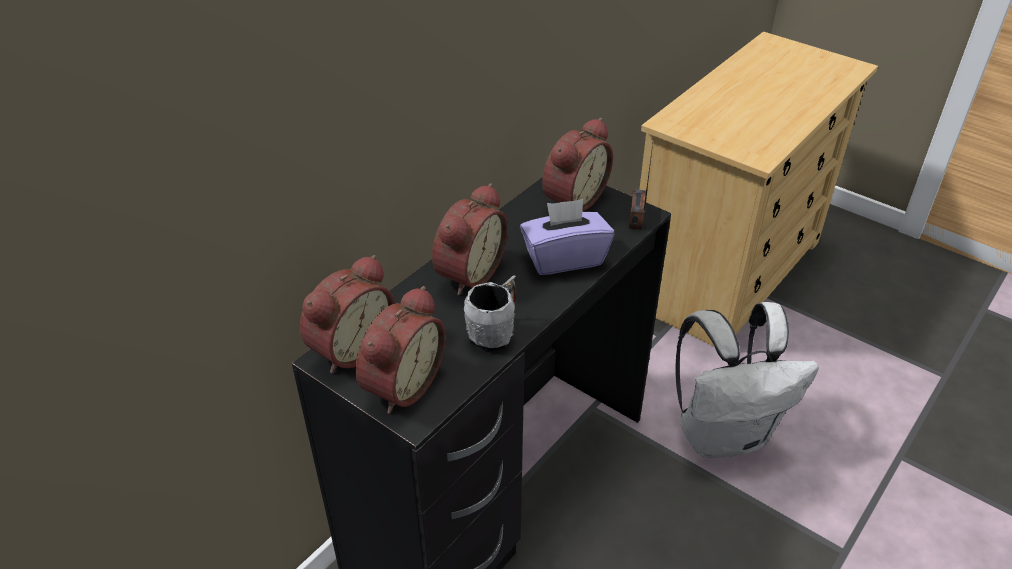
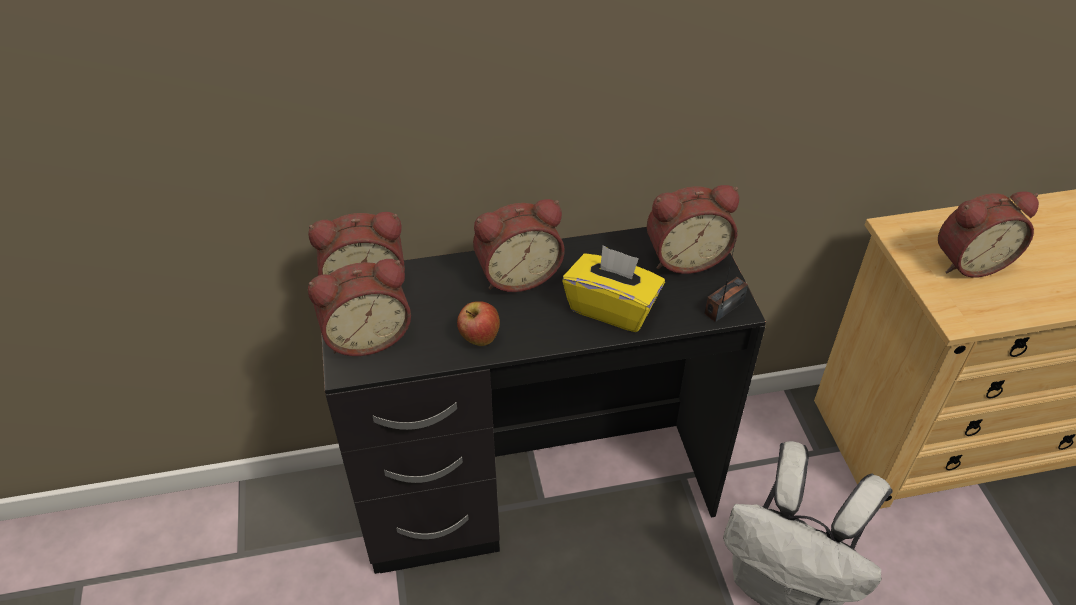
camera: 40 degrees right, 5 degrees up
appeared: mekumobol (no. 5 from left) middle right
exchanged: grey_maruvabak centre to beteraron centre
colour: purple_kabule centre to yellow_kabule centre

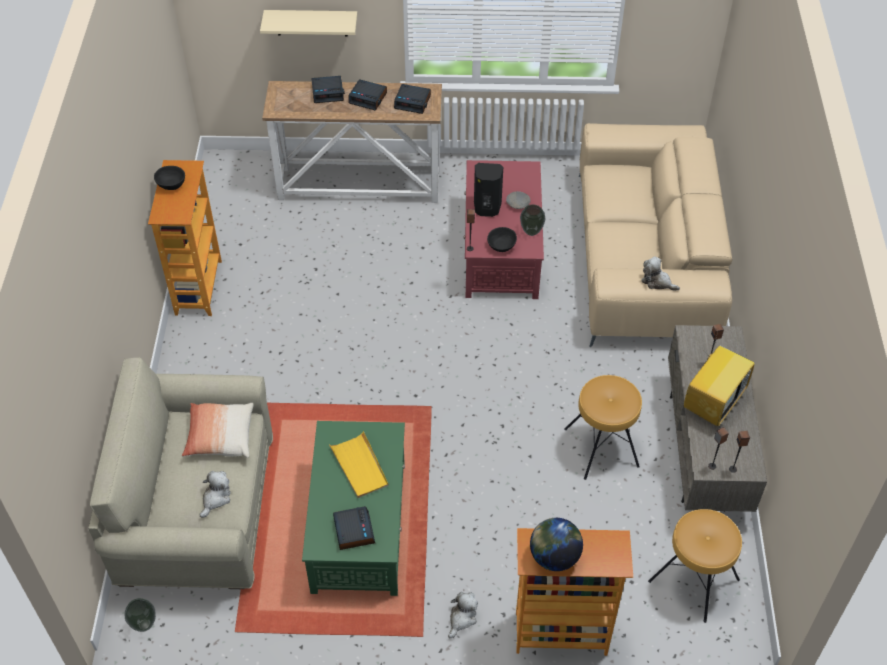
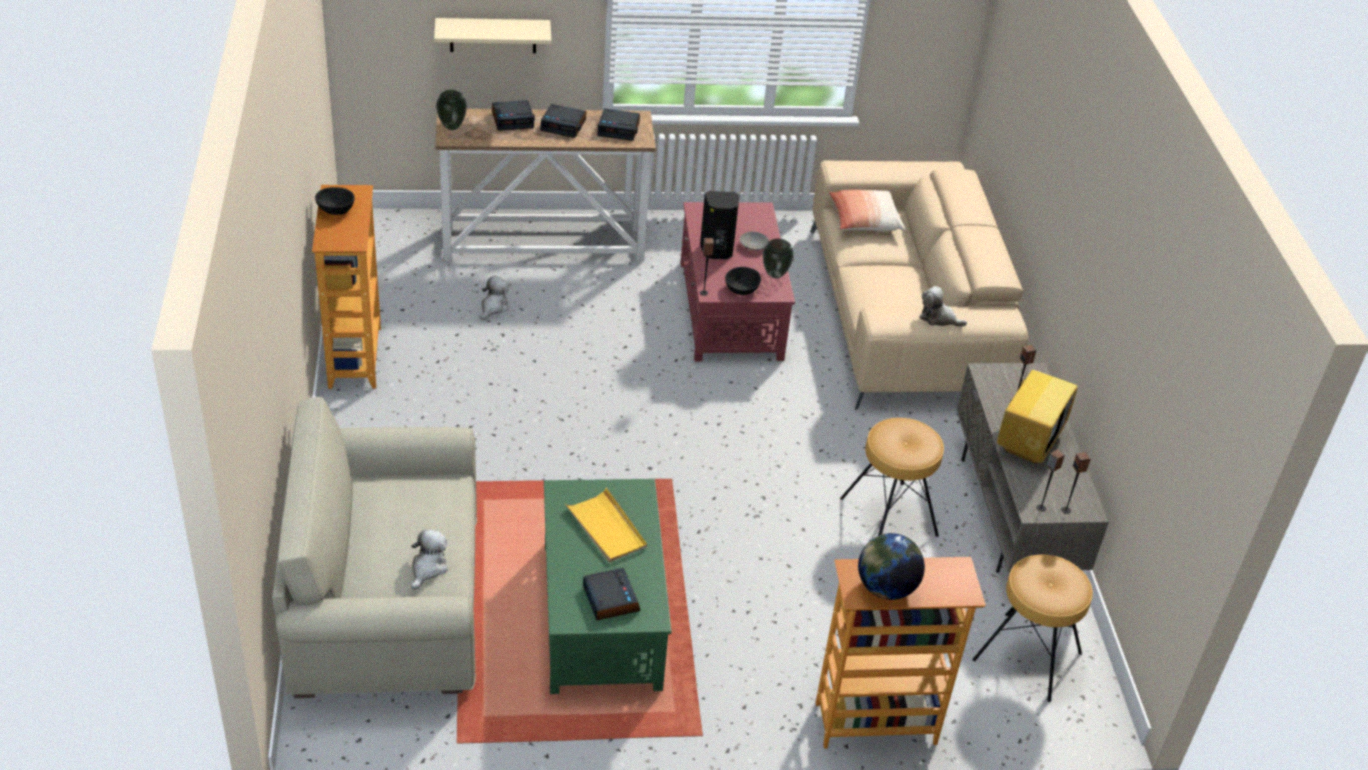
camera: 10 degrees left, 10 degrees down
relocated: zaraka (no. 1 from left) bottom left to top left; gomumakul middle left to top centre; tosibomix (no. 2 from left) bottom centre to centre

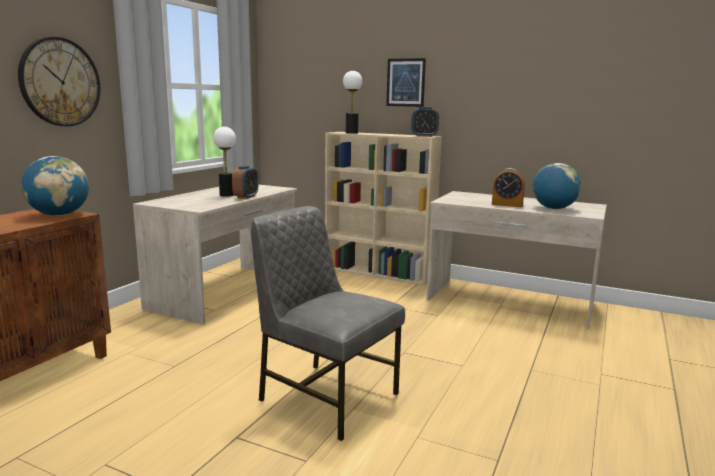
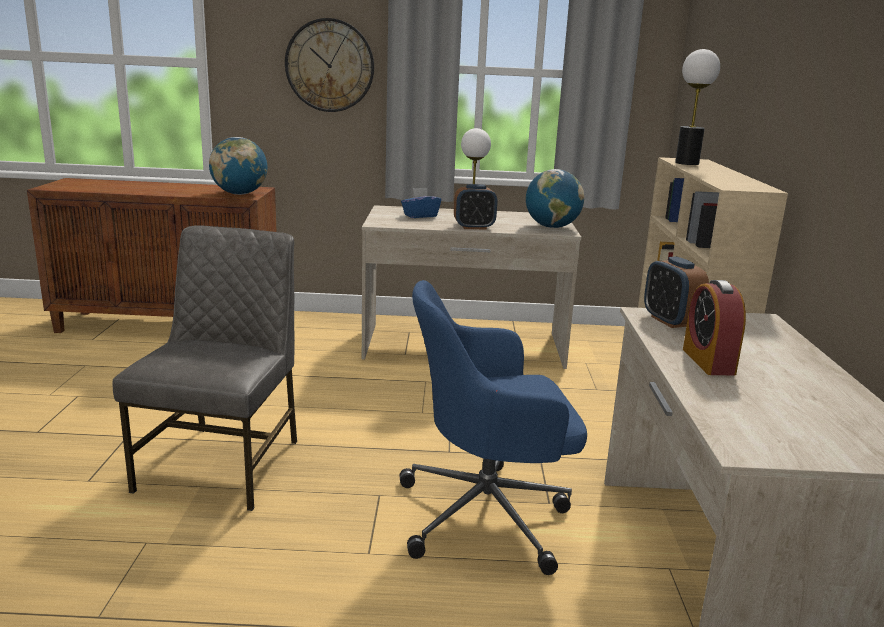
camera: 65 degrees right, 5 degrees up
missing: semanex top centre
appeared: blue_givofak bottom centre; blue_kabule top centre
relocated: mekumobol (no. 2 from left) top centre to middle right; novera (no. 2 from left) middle right to top centre

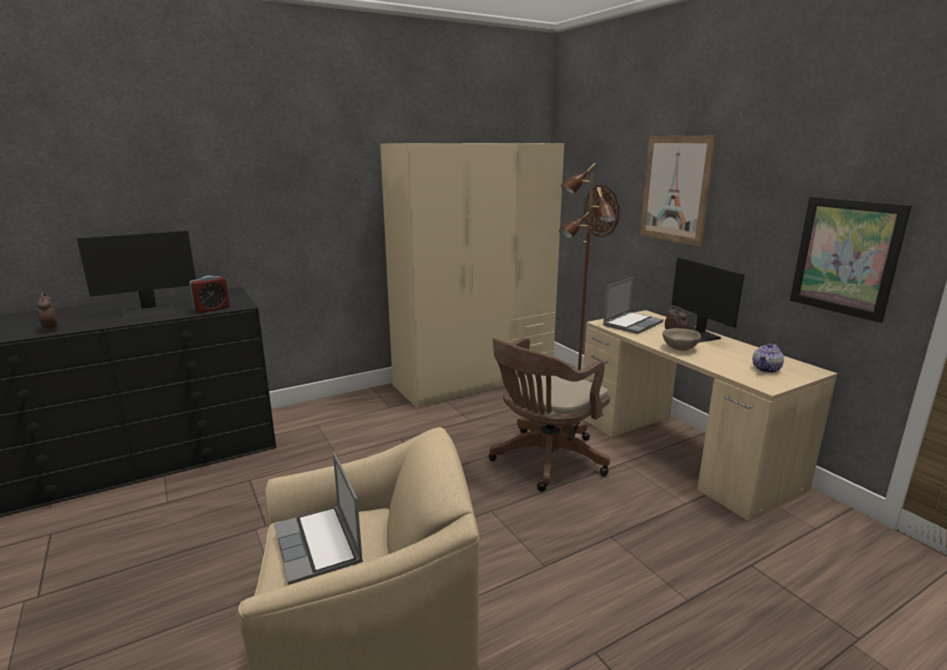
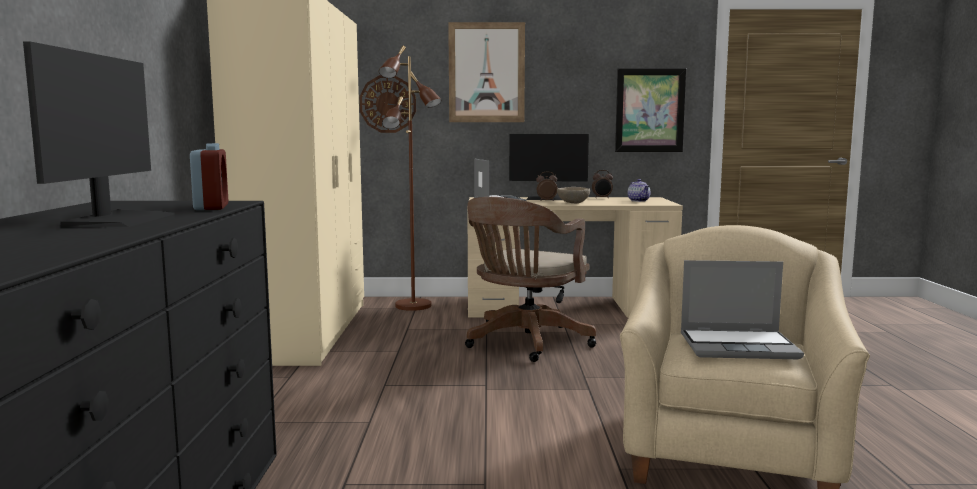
camera: 60 degrees left, 10 degrees down
relocated: mekumobol (no. 1 from left in the first image) middle left to mekumobol (no. 3 from left) centre
spun: brown_givofak centre = centre 45 degrees clockwise

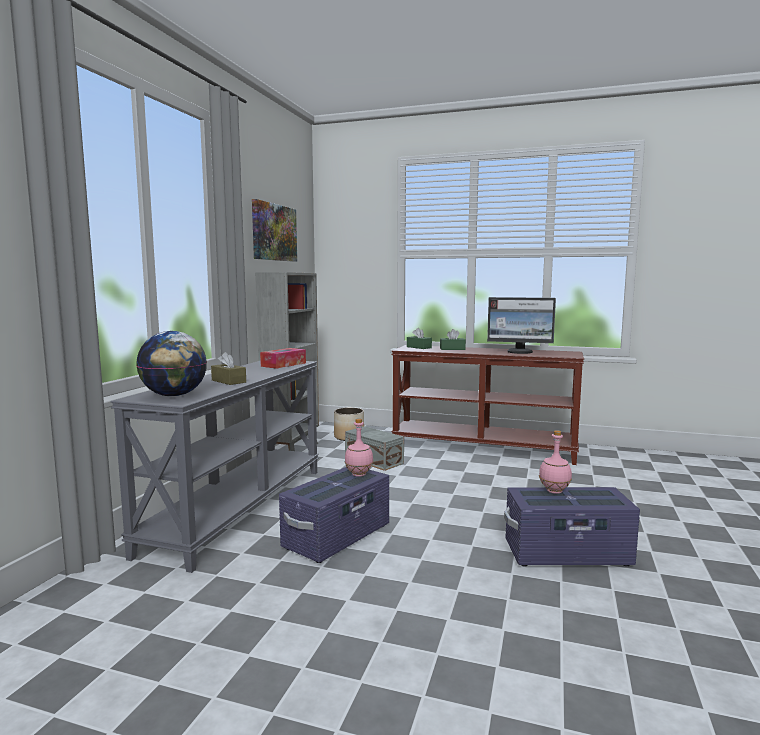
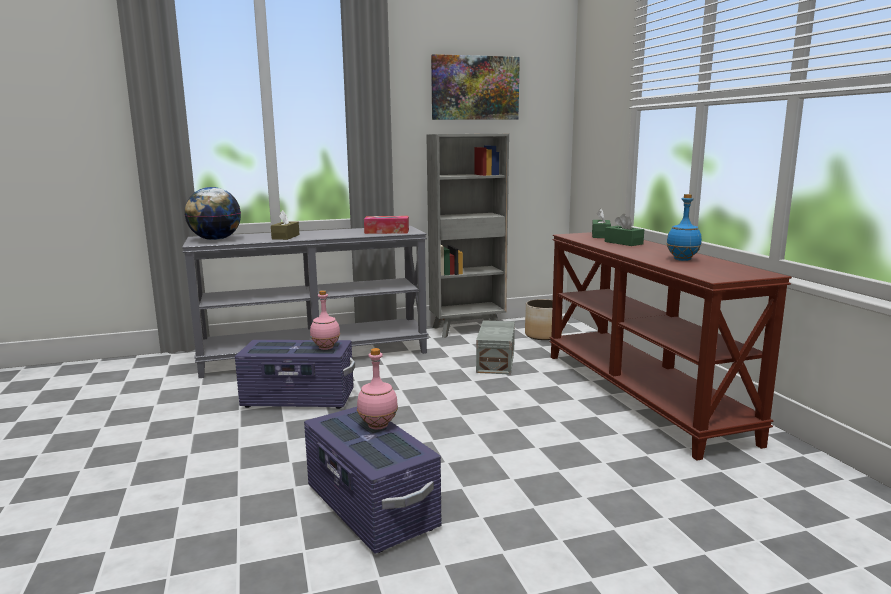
camera: 55 degrees right, 5 degrees up
exchanged: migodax middle right to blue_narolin middle right

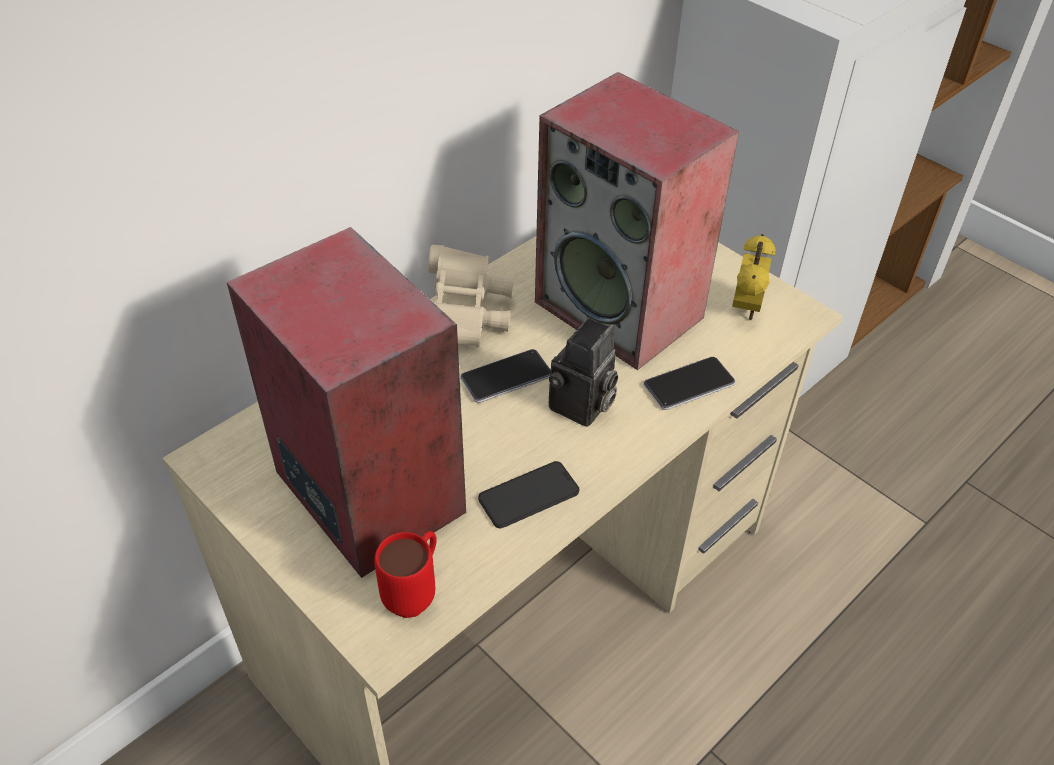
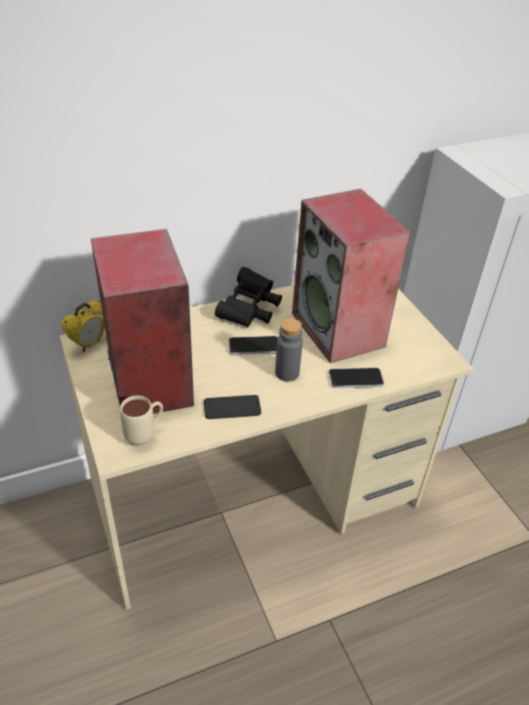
camera: 20 degrees right, 5 degrees down
relocated: mekumobol middle right to middle left
exchanged: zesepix centre to grey_narolin centre
colour: red_maruvabak bottom centre to beige_maruvabak middle left; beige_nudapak centre to black_nudapak centre

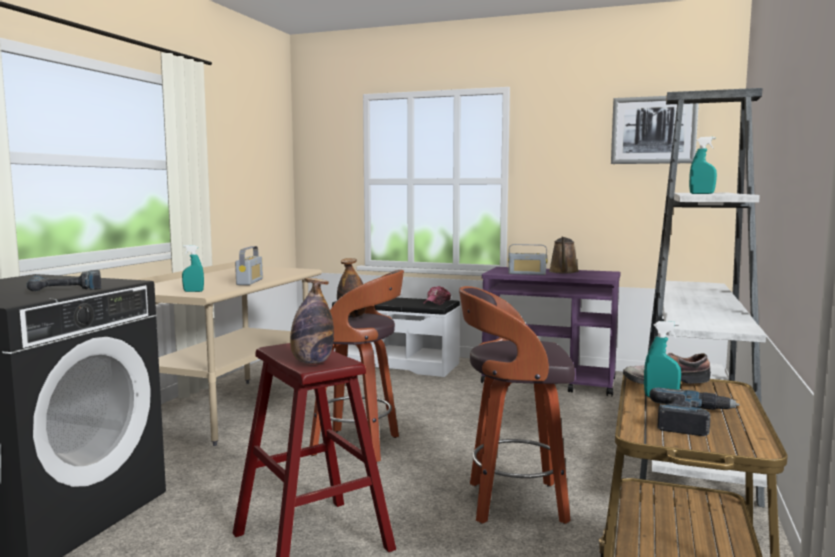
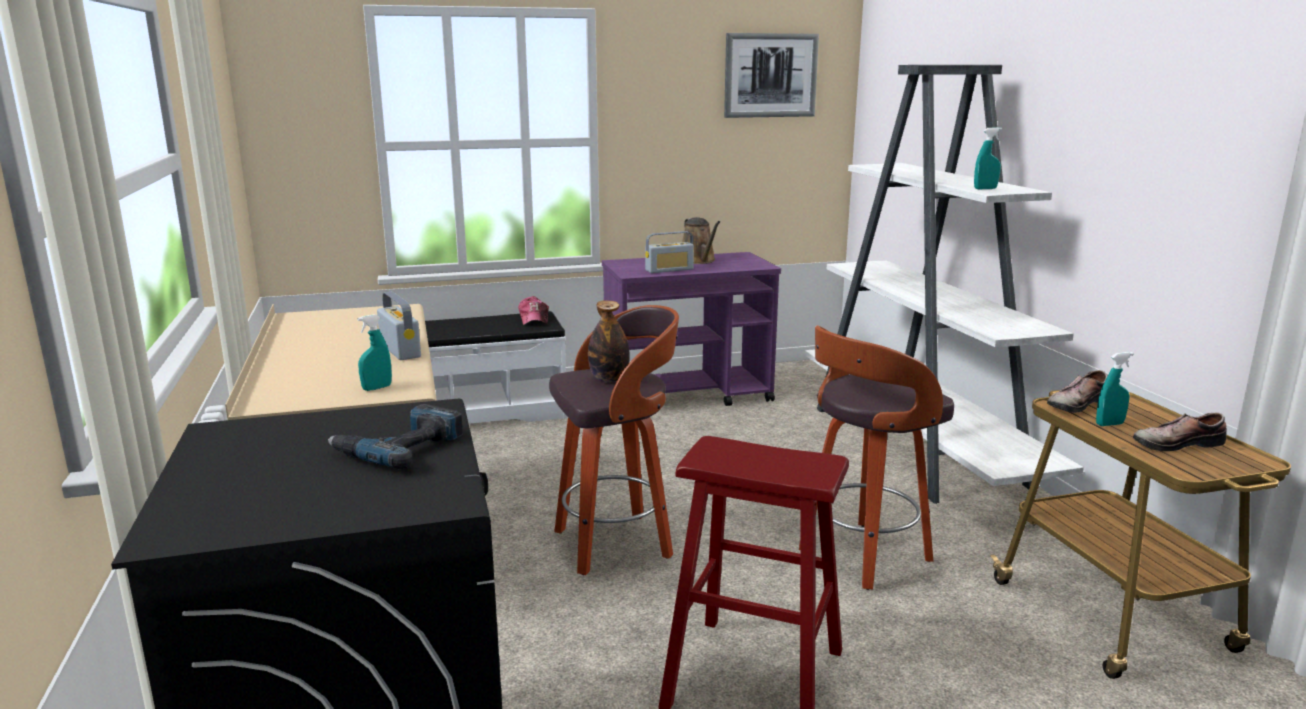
camera: 35 degrees left, 10 degrees up
missing: narolin (no. 1 from left) centre
exchanged: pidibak (no. 2 from left) bottom right to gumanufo (no. 2 from left) middle right

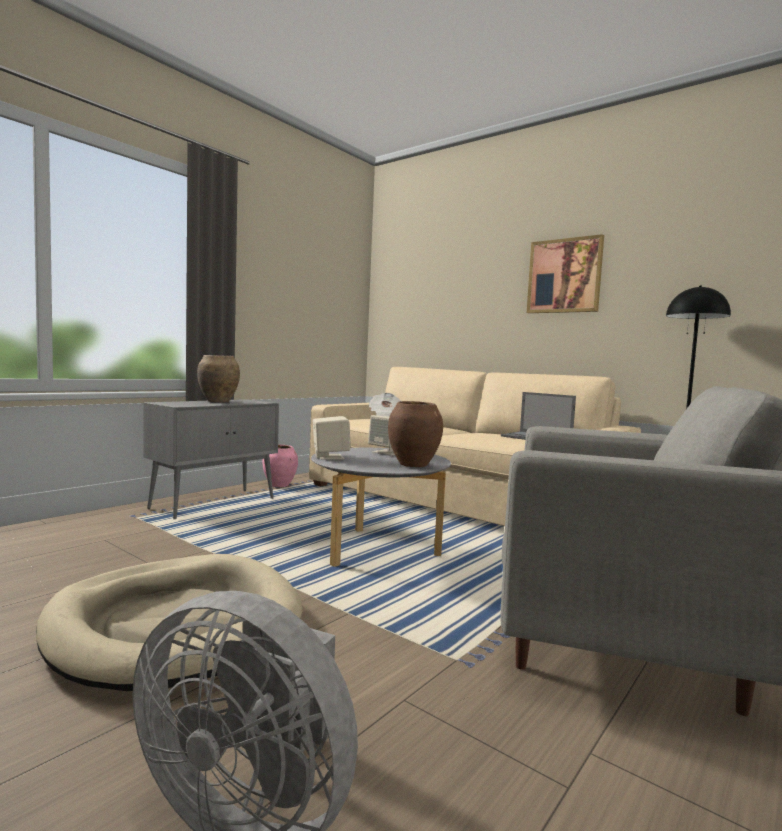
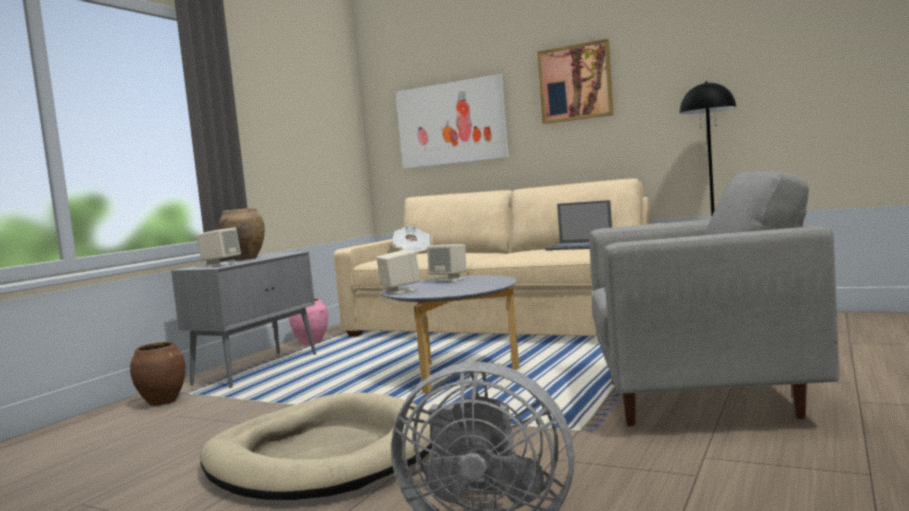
camera: 10 degrees left, 0 degrees up
appeared: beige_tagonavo (no. 1 from left) middle left; semanex (no. 1 from left) top centre
relocated: brown_zaraka (no. 2 from left in the first image) centre to brown_zaraka (no. 1 from left) bottom left

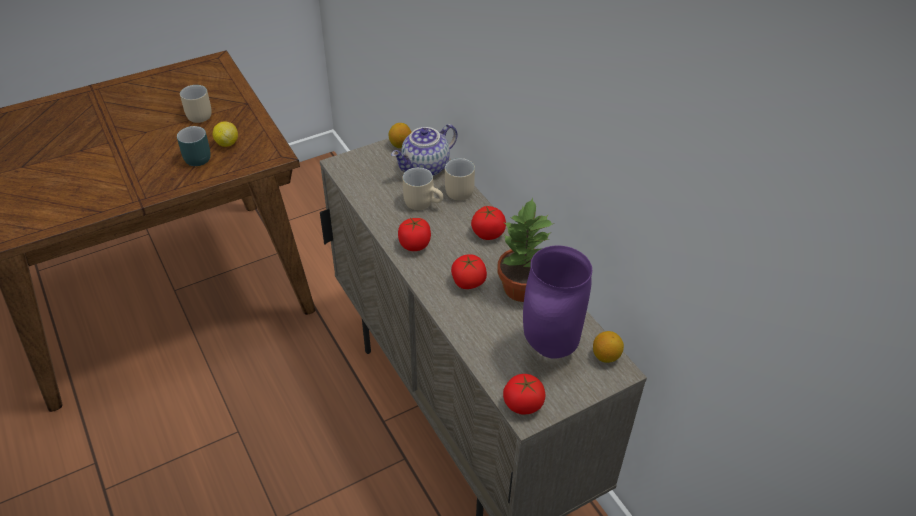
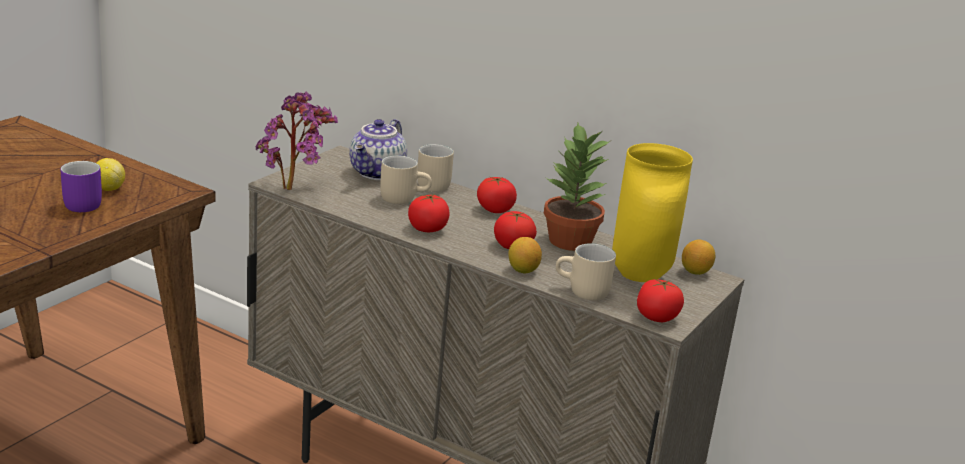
camera: 30 degrees left, 20 degrees down
appeared: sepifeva (no. 1 from left) top left
relocated: beige_maruvabak (no. 1 from left in the first image) top left to beige_maruvabak (no. 3 from left) centre; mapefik (no. 2 from left) top centre to centre
colour: turquoise_maruvabak top left to purple_maruvabak middle left; purple_zaraka centre to yellow_zaraka middle right

